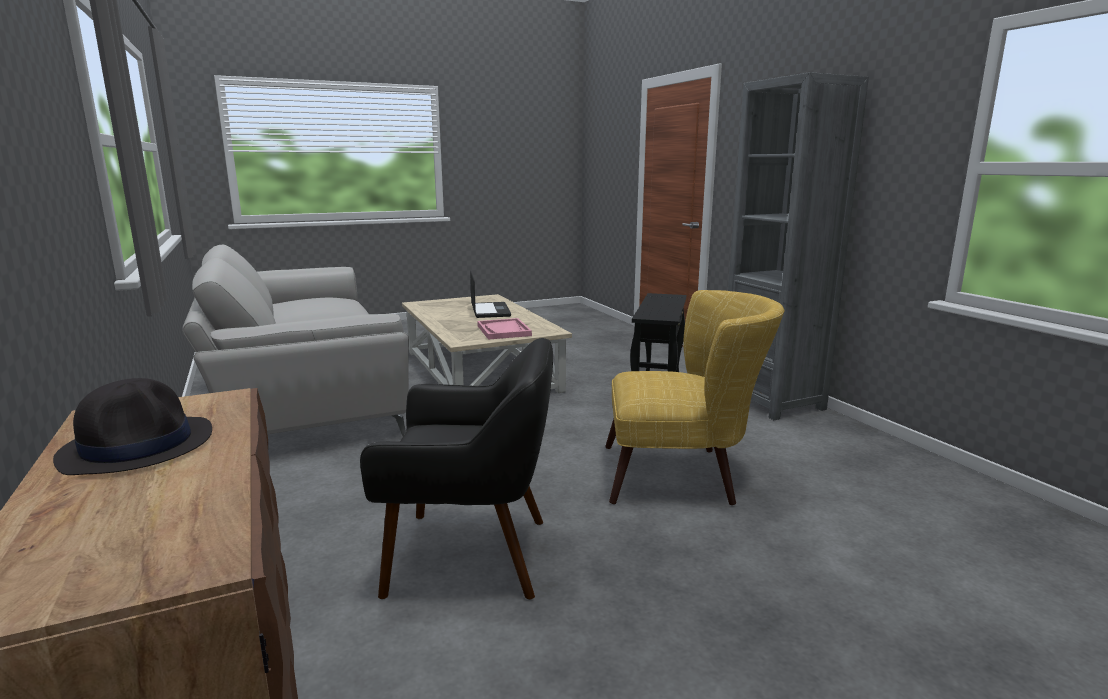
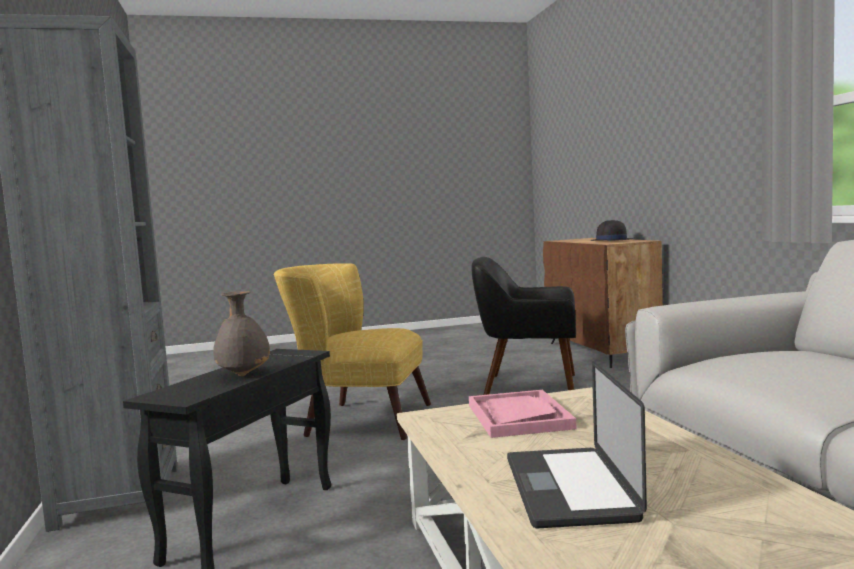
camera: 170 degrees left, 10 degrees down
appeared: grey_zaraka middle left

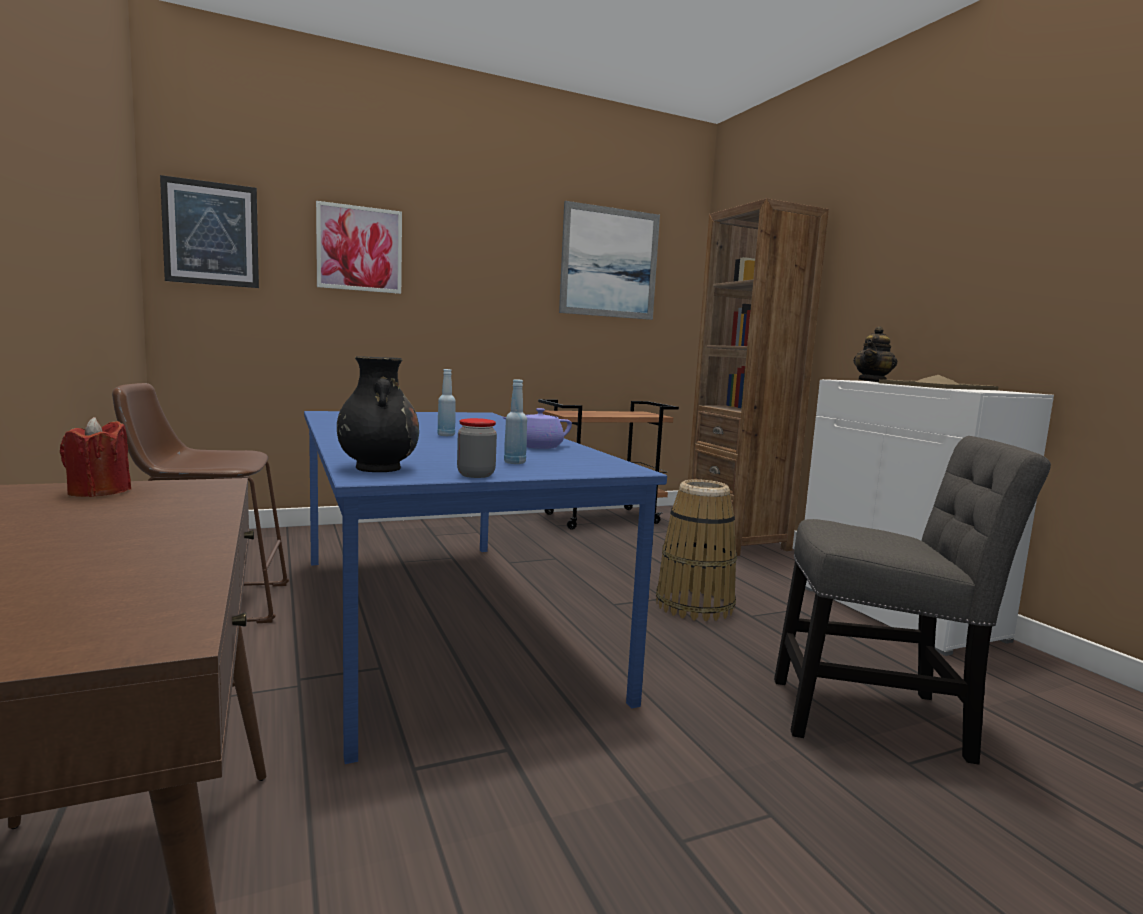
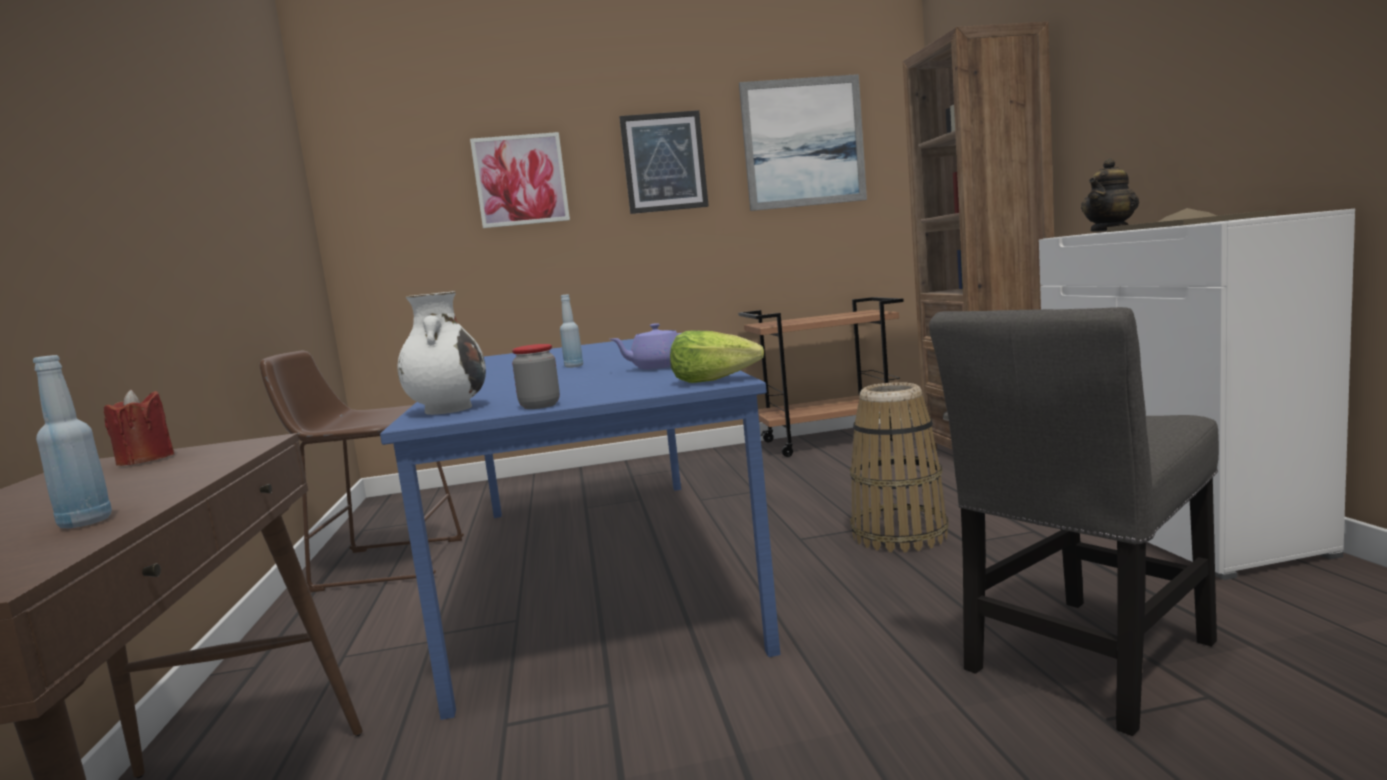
camera: 15 degrees right, 0 degrees up
appeared: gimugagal centre
relocated: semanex (no. 1 from left in the first image) top left to semanex (no. 2 from left) top centre; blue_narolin (no. 2 from left in the first image) centre to blue_narolin (no. 1 from left) middle left
colour: black_zaraka middle left to white_zaraka middle left
spun: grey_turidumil middle right = bottom right 120 degrees clockwise

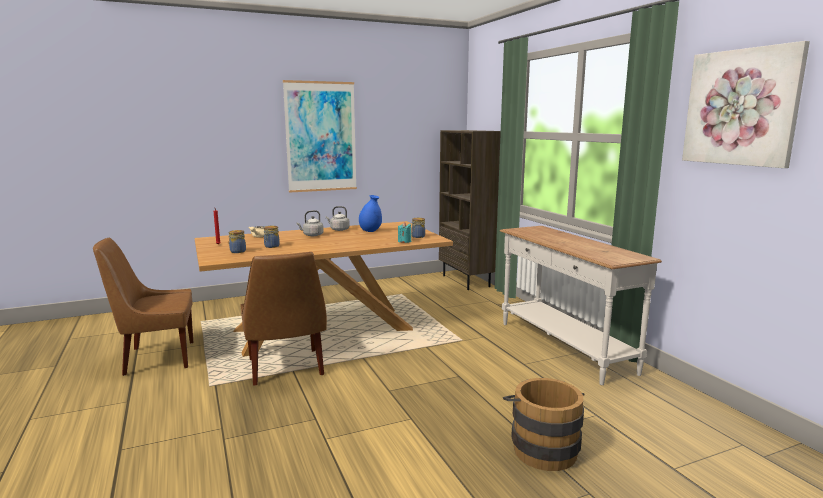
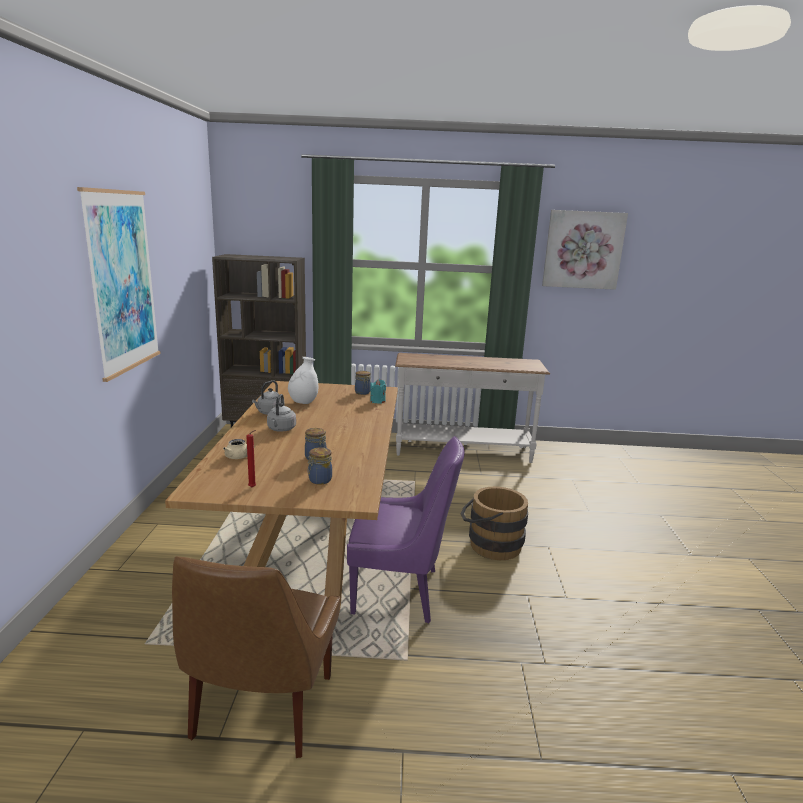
camera: 65 degrees left, 5 degrees up
relocated: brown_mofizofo bottom centre to centre
colour: brown_turidumil (no. 2 from left) centre to purple_turidumil centre; blue_zaraka centre to white_zaraka centre

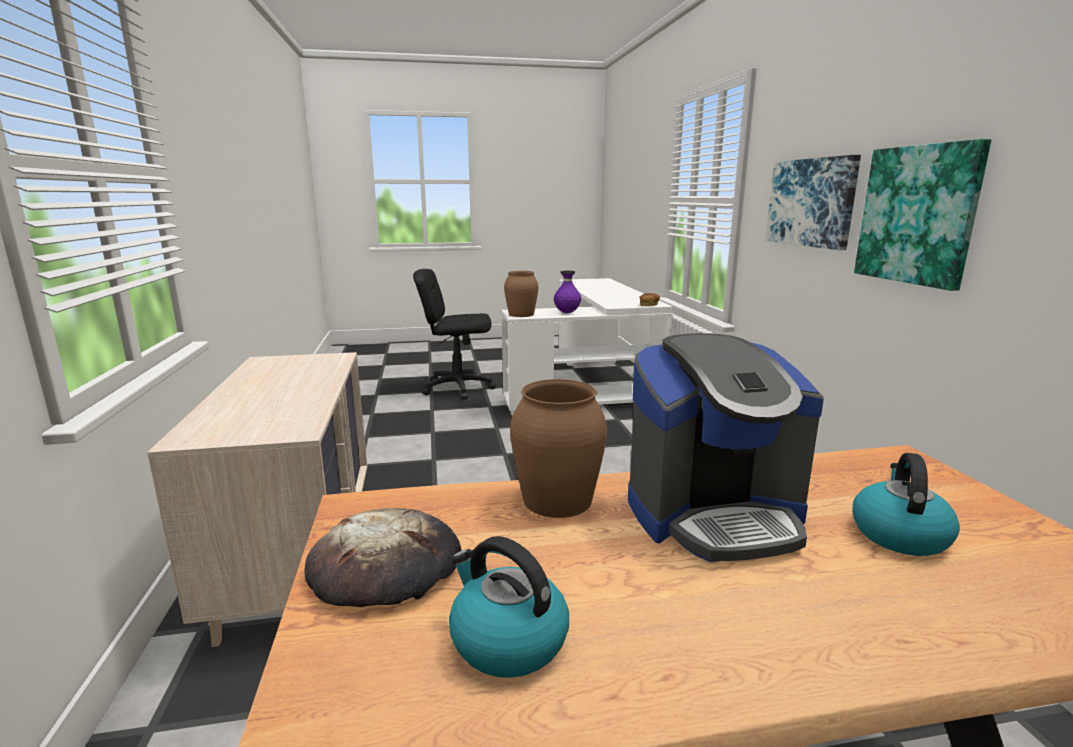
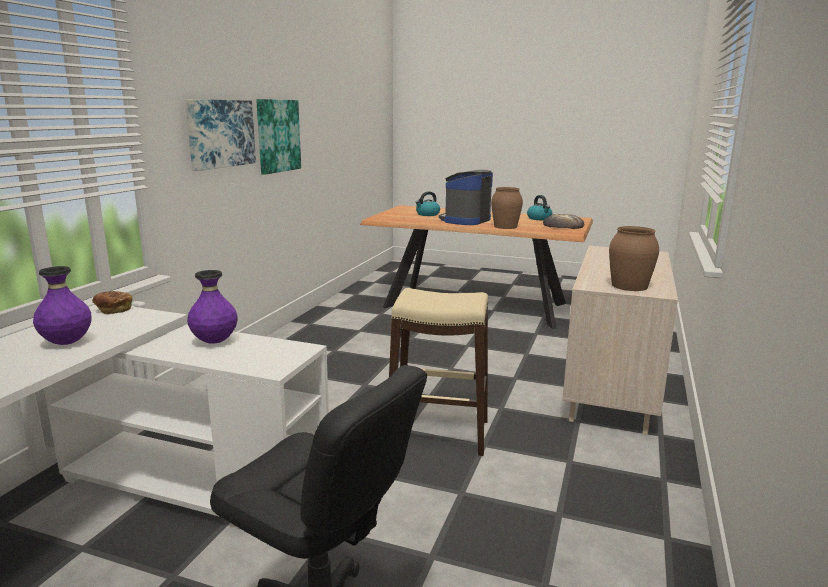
camera: 150 degrees left, 0 degrees up
appeared: purple_zaraka (no. 1 from left) middle left; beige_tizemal centre
relocated: brown_zaraka (no. 1 from left in the first image) centre to brown_zaraka (no. 2 from left) middle right
spun: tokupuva middle right = centre 75 degrees counterclockwise

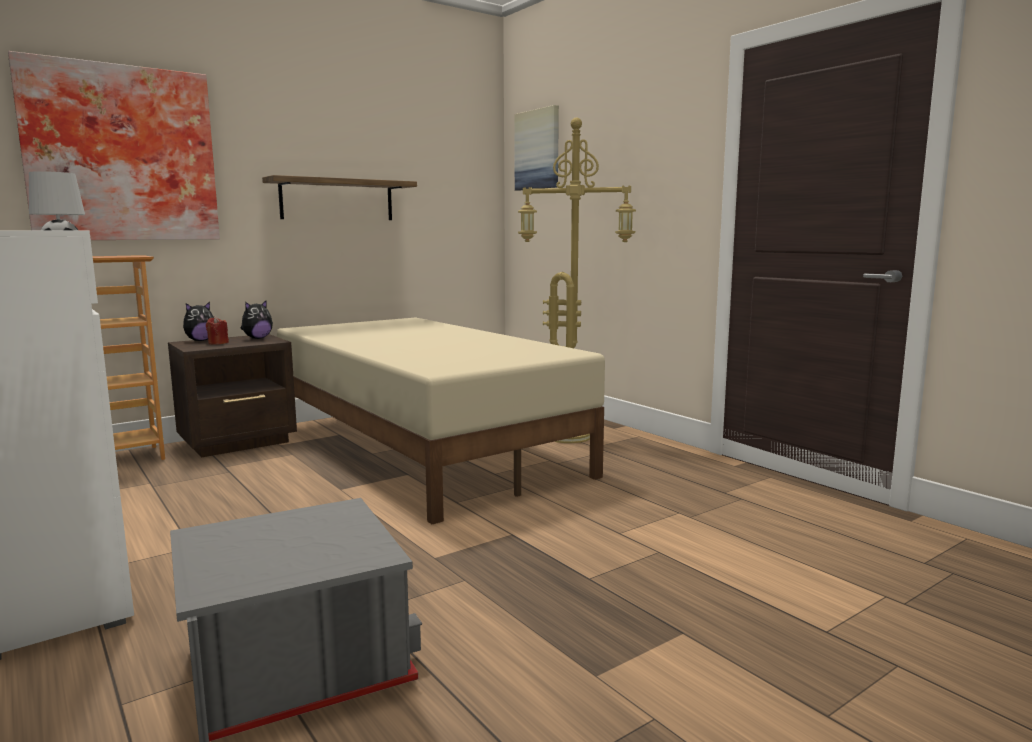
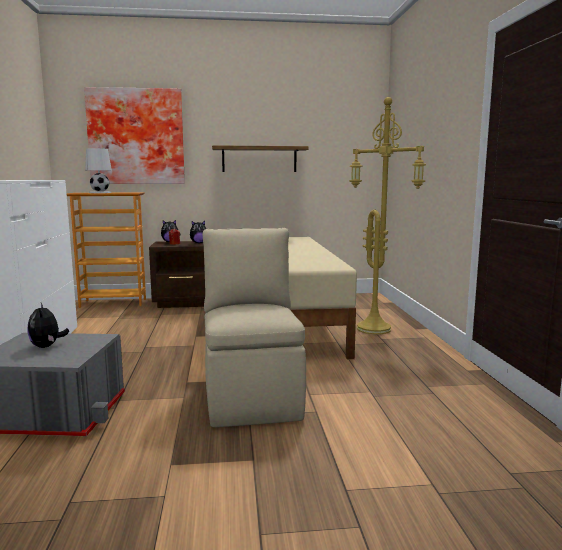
camera: 30 degrees right, 0 degrees up
missing: semanex (no. 2 from left) top centre
appeared: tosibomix (no. 1 from left) middle left; beige_turidumil centre

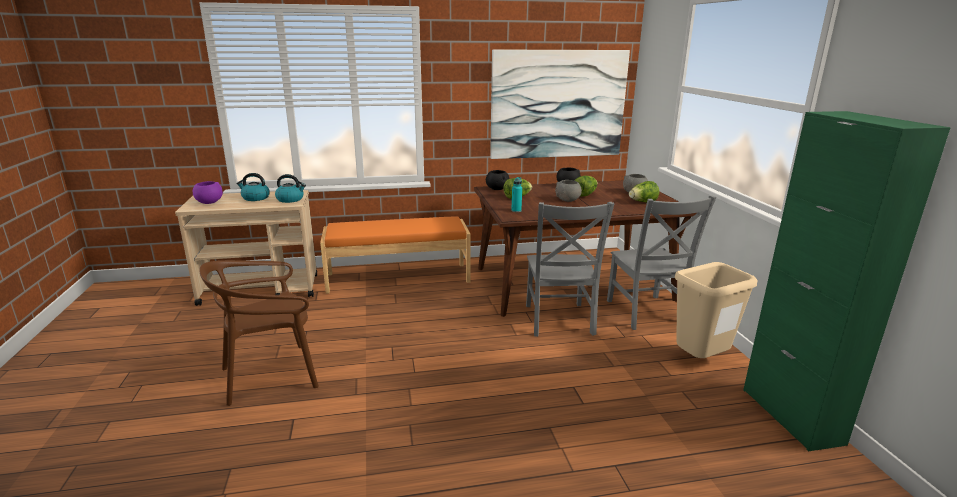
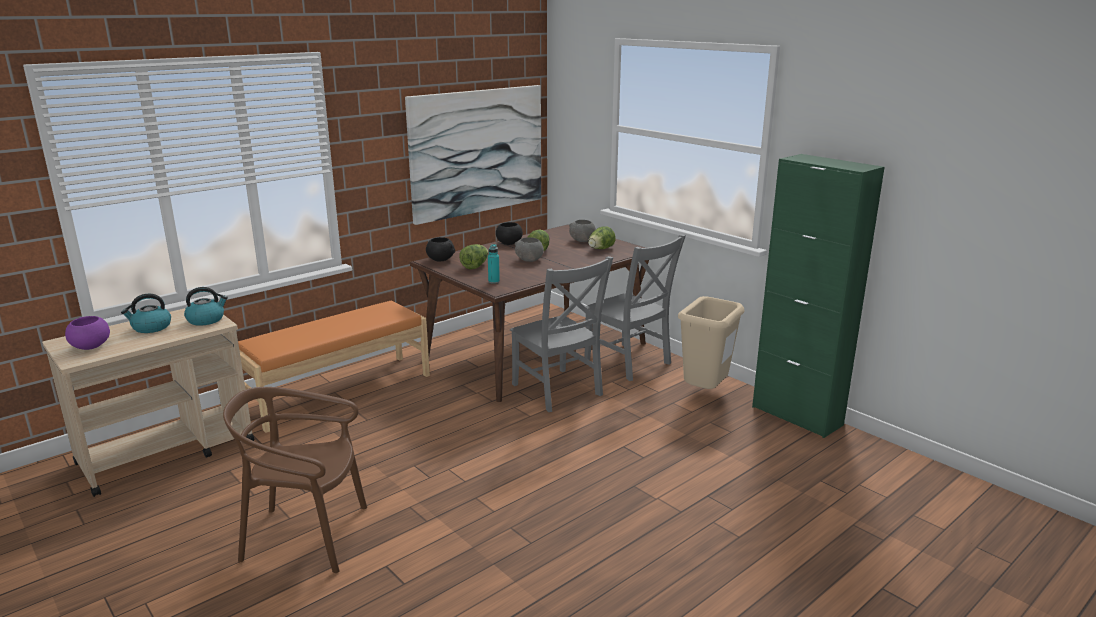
camera: 30 degrees left, 0 degrees up
spun: brown_turidumil bottom left = bottom left 60 degrees clockwise

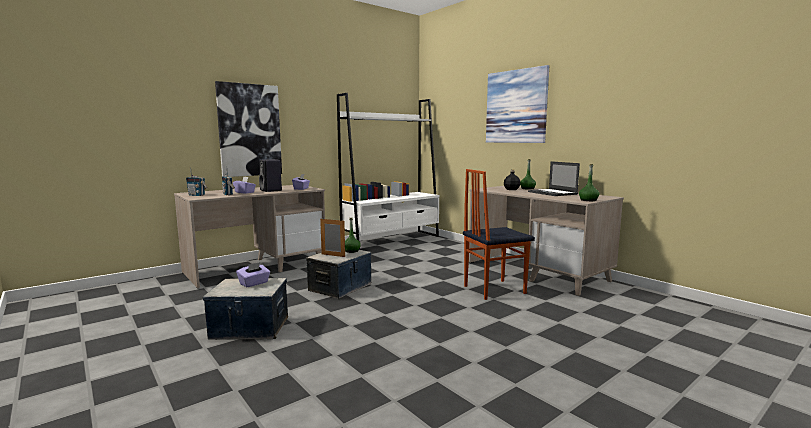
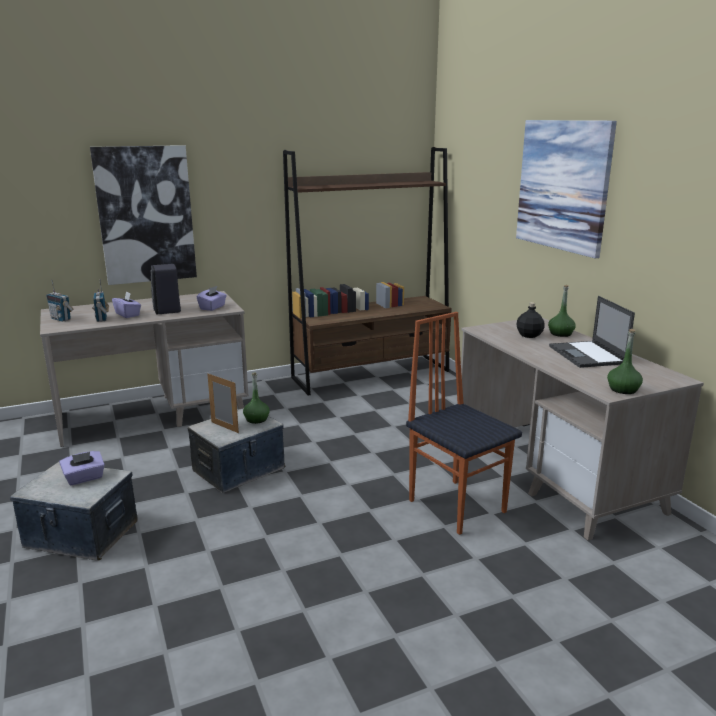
camera: 15 degrees right, 10 degrees up
colour: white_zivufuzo centre to brown_zivufuzo centre
spun: turidumil centre = centre 60 degrees clockwise

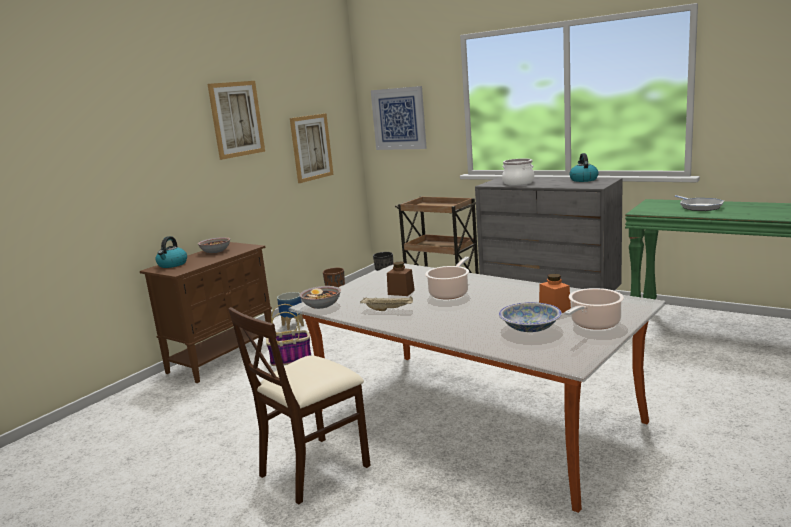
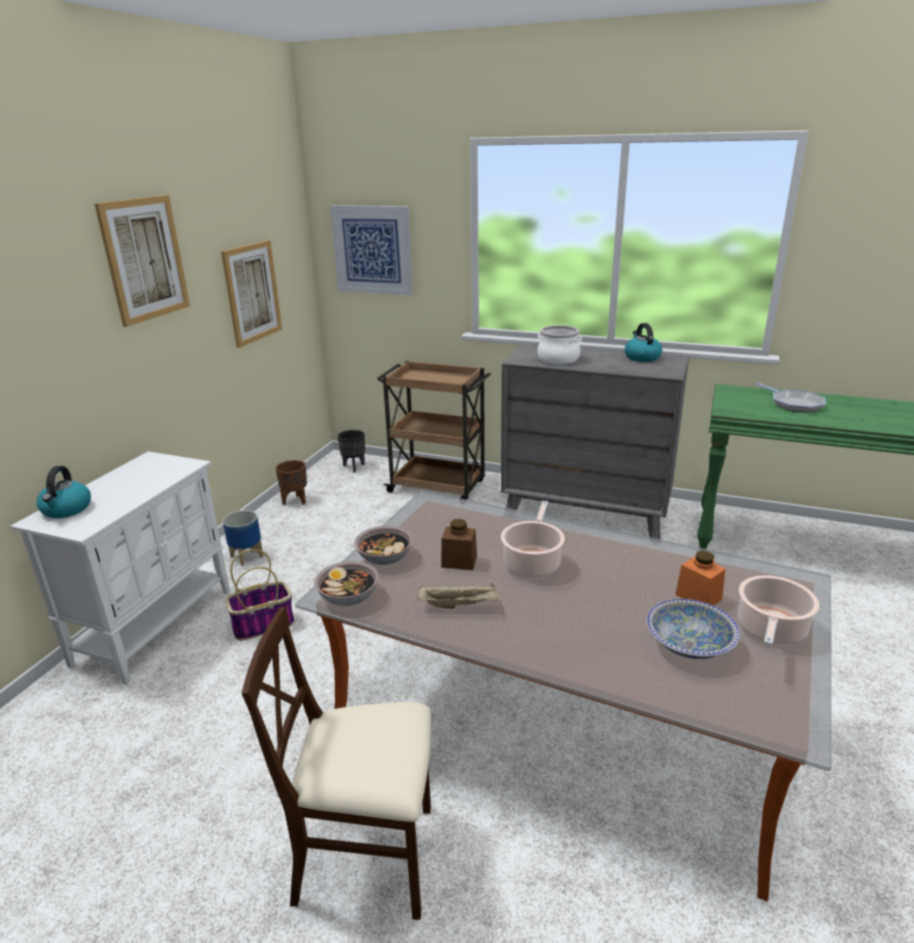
camera: 15 degrees left, 10 degrees up
relocated: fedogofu (no. 1 from left in the first image) middle left to fedogofu (no. 2 from left) centre
colour: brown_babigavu middle left to white_babigavu middle left
spun: beige_turidumil bottom centre = bottom centre 60 degrees clockwise

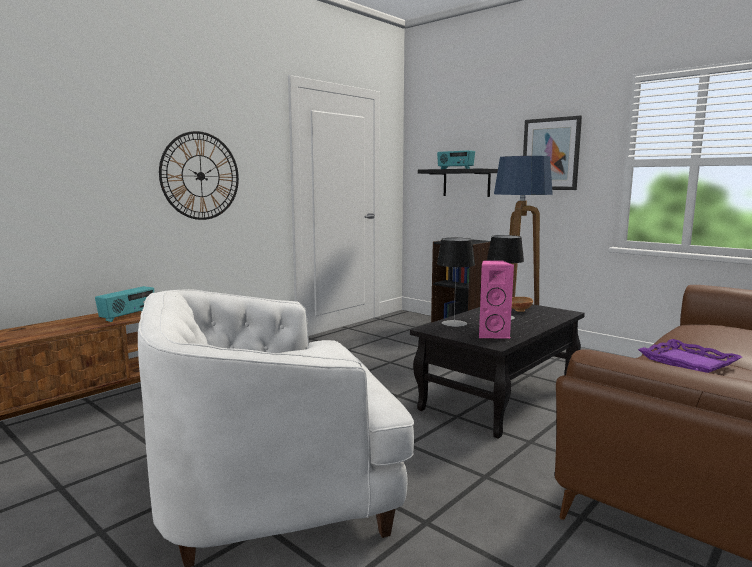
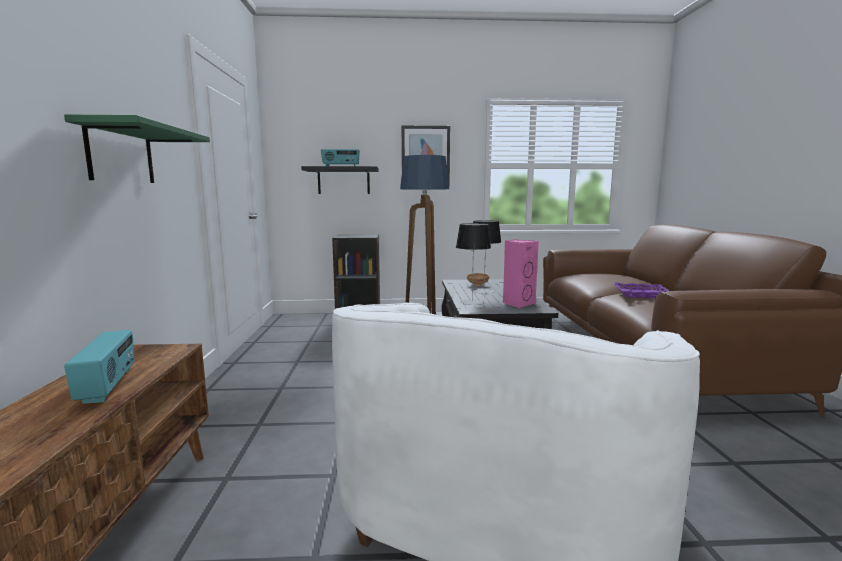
camera: 45 degrees left, 0 degrees up
exchanged: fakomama top left to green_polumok top left

